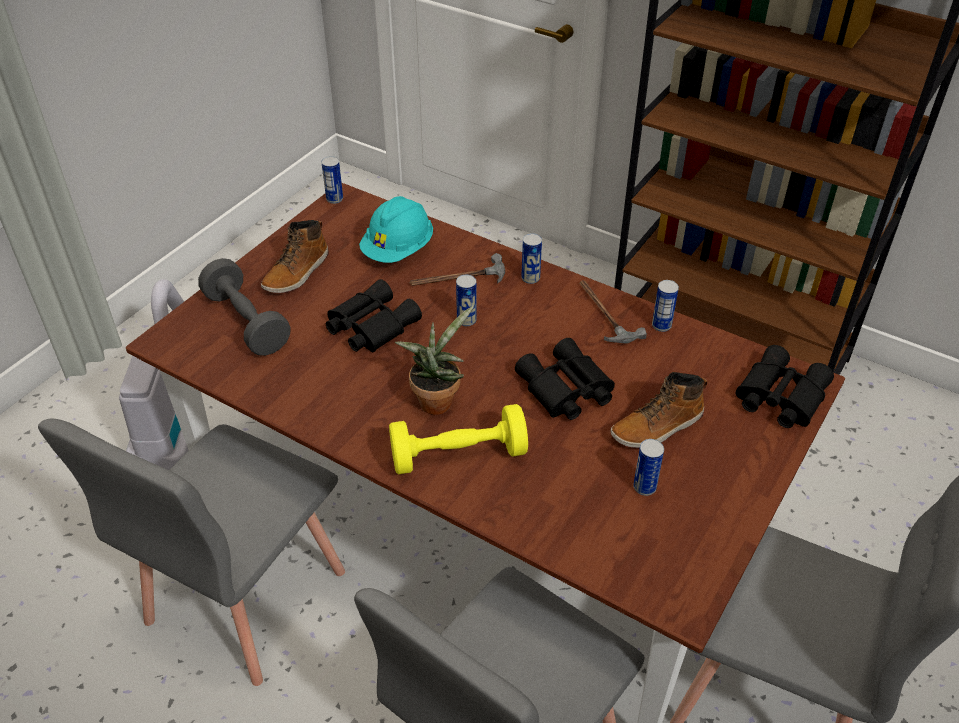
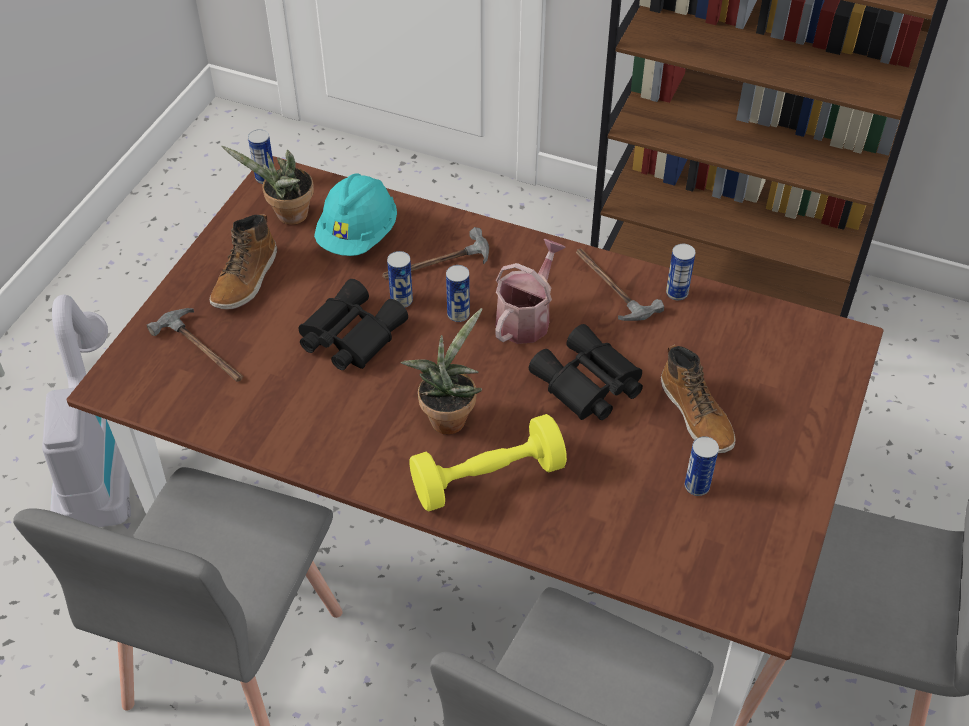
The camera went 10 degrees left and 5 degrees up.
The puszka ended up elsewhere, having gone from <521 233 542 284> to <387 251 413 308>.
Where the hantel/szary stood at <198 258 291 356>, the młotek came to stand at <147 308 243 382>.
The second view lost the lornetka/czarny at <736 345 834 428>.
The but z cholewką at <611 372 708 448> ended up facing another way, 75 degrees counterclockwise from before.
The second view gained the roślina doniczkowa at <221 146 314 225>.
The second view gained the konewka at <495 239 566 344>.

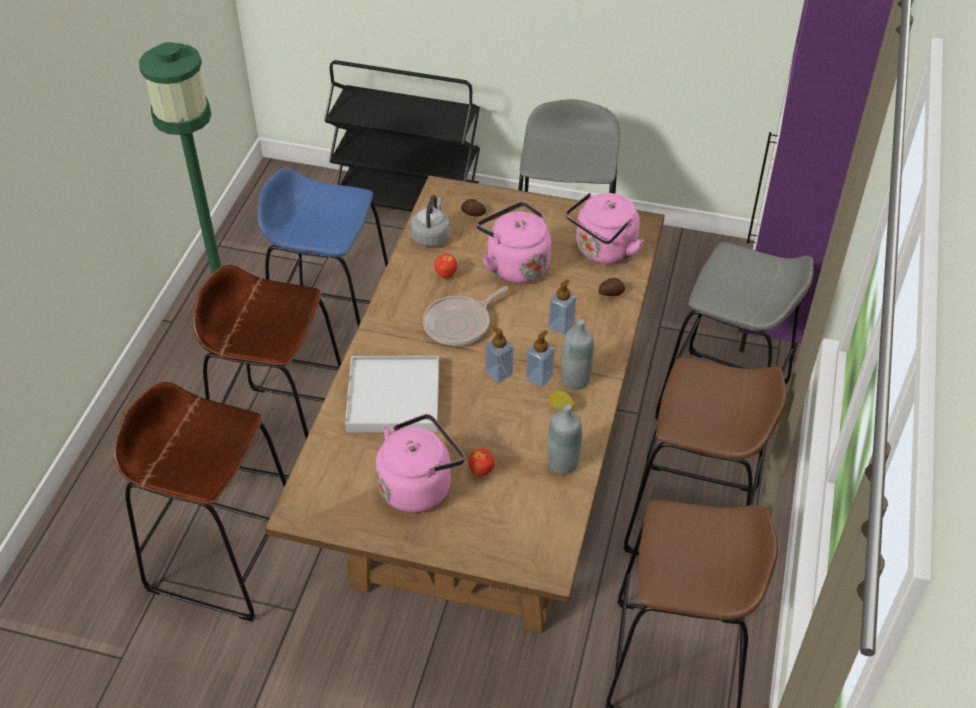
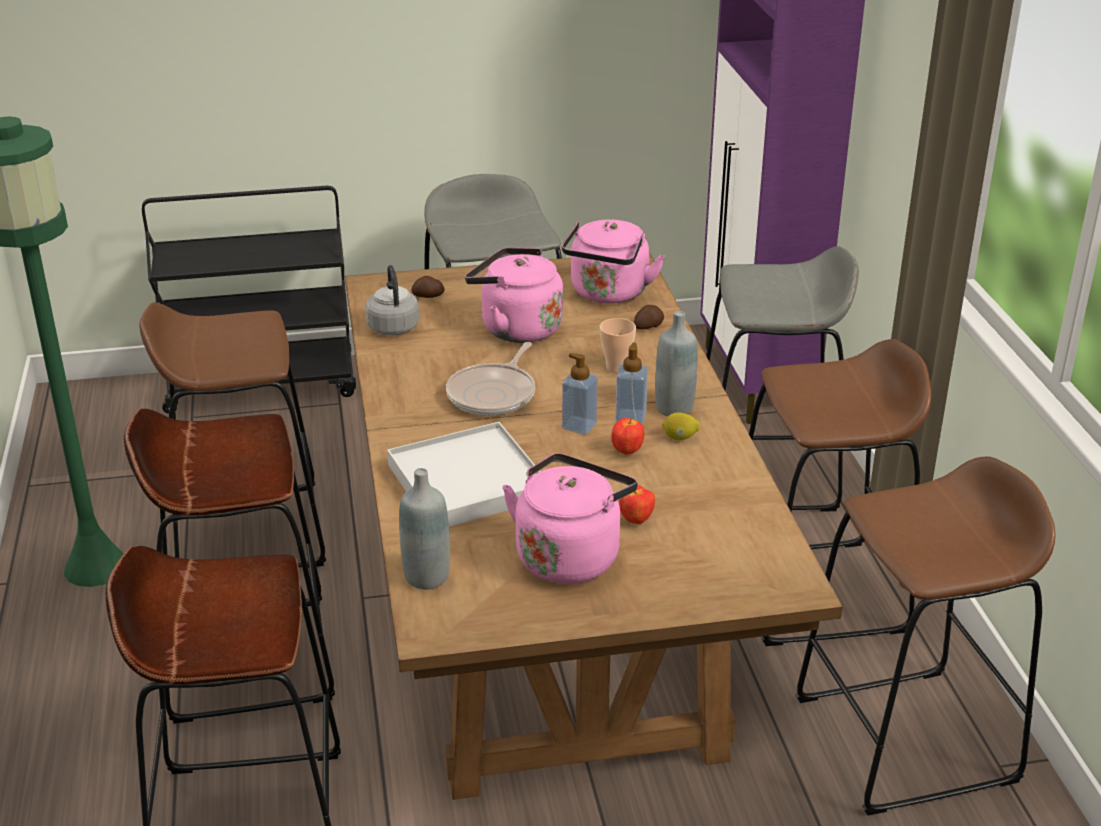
The camera went 25 degrees left and 15 degrees down.
What was the stołek/niebieski at <257 167 388 370> turned into the stołek/brązowy at <139 302 326 568>.
The jabłko ended up elsewhere, having gone from <434 254 457 278> to <611 418 644 455>.
Where the dozownik mydła stood at <548 279 576 335>, the filiżanka came to stand at <600 318 636 372>.
The butelka/szary ended up elsewhere, having gone from <547 403 582 475> to <399 468 450 590>.

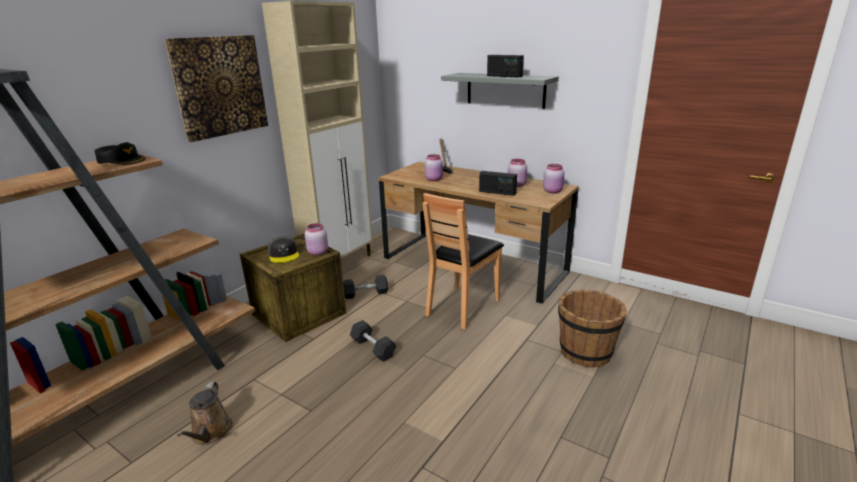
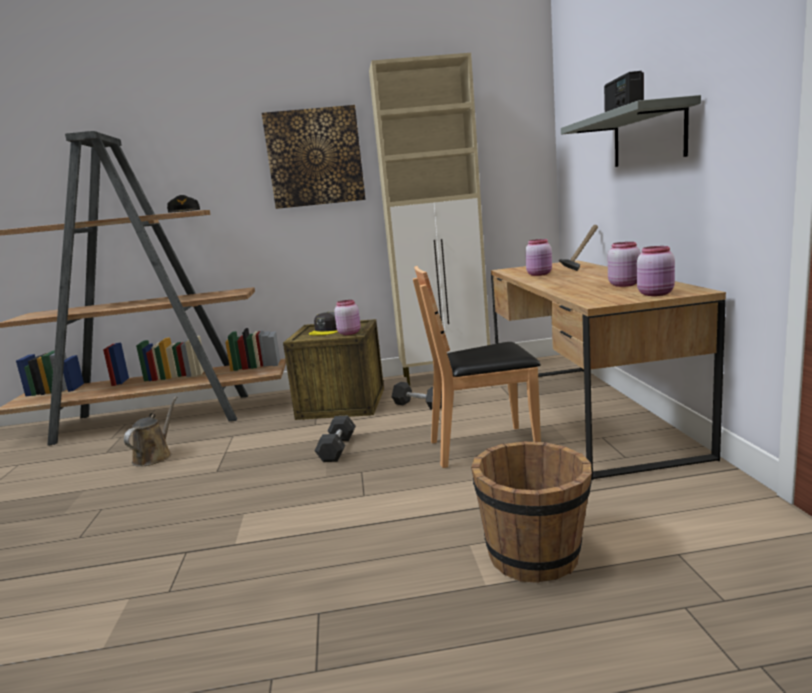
The camera went 50 degrees right and 10 degrees down.
The second view lost the radio at <479 171 517 196>.
The konewka/brązowy at <177 382 233 445> ended up facing another way, 150 degrees clockwise from before.

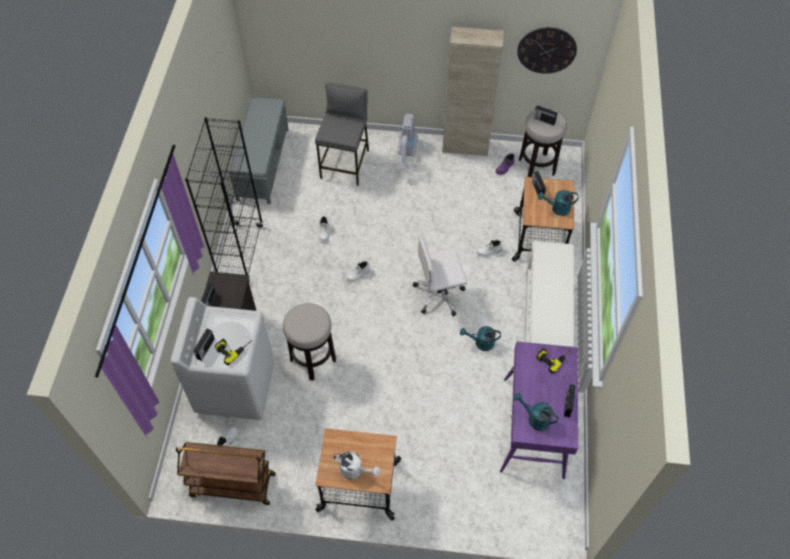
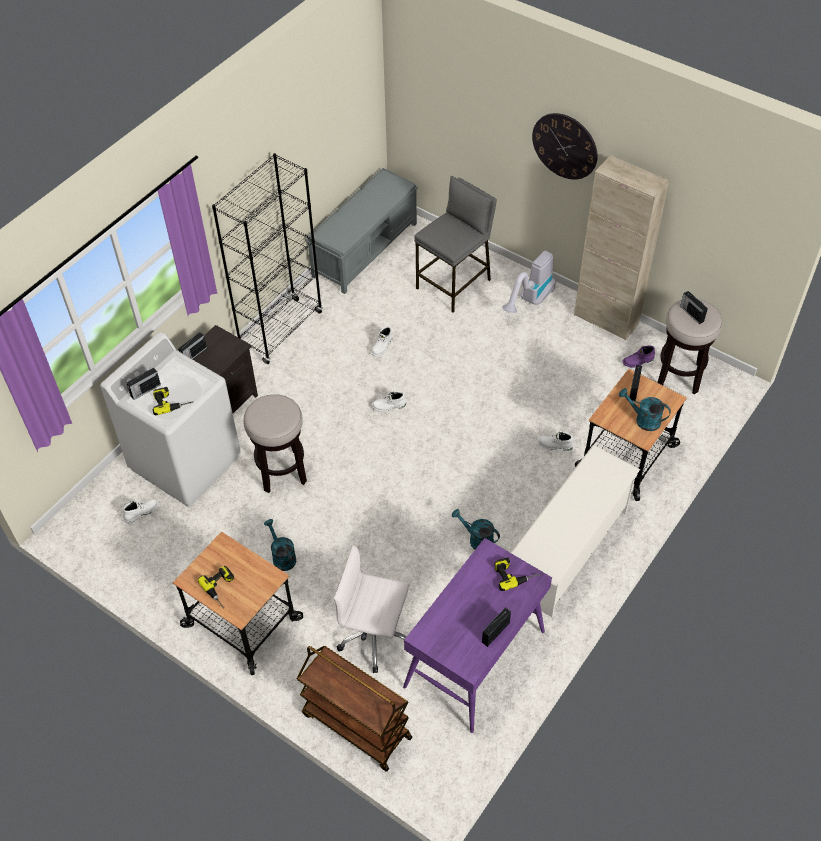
The camera went 30 degrees right and 5 degrees down.
The zegar ścienny ended up elsewhere, having gone from <517 27 577 74> to <532 113 598 180>.
The krzesło biurowe/biały ended up elsewhere, having gone from <413 235 467 316> to <334 545 409 673>.
The konewka/turkusowy ended up elsewhere, having gone from <514 393 559 431> to <264 519 296 571>.
The wózek/brązowy ended up elsewhere, having gone from <176 442 276 505> to <297 646 412 772>.
Where the konewka/biały stood at <334 451 380 479>, the wiertarka came to stand at <198 566 234 608>.

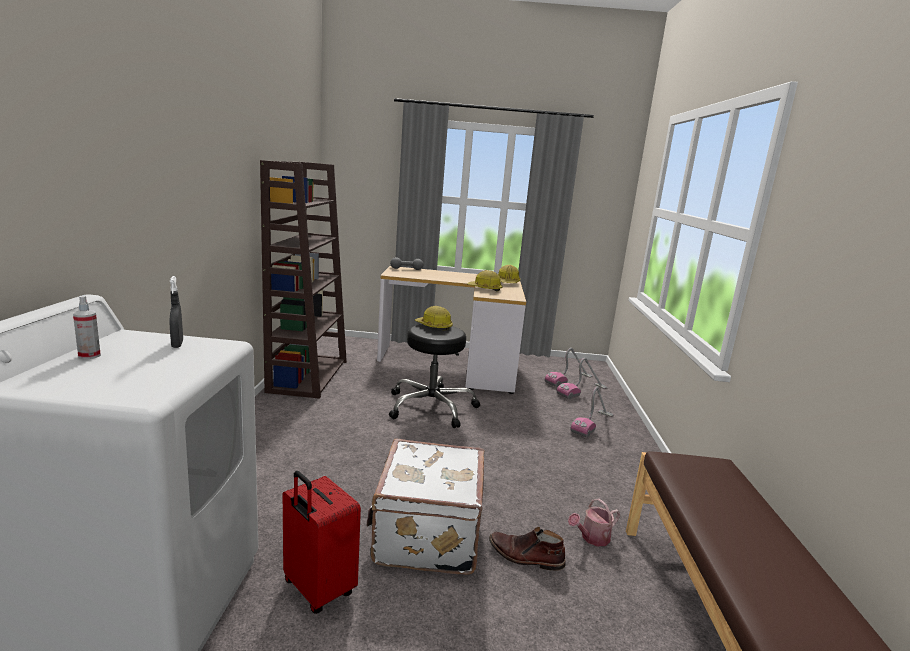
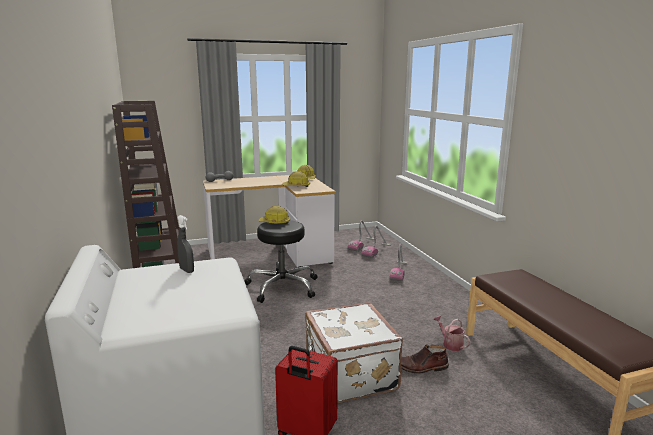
The camera went 20 degrees left and 0 degrees up.
The second view lost the spryskiwacz at <73 295 101 359>.
The konewka at <568 499 620 547> ended up facing another way, 105 degrees clockwise from before.

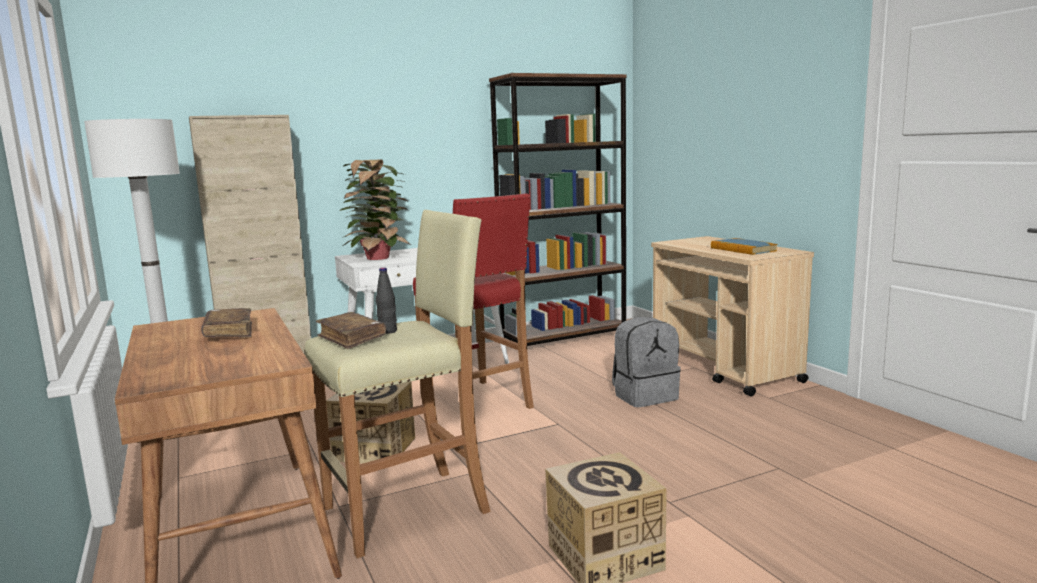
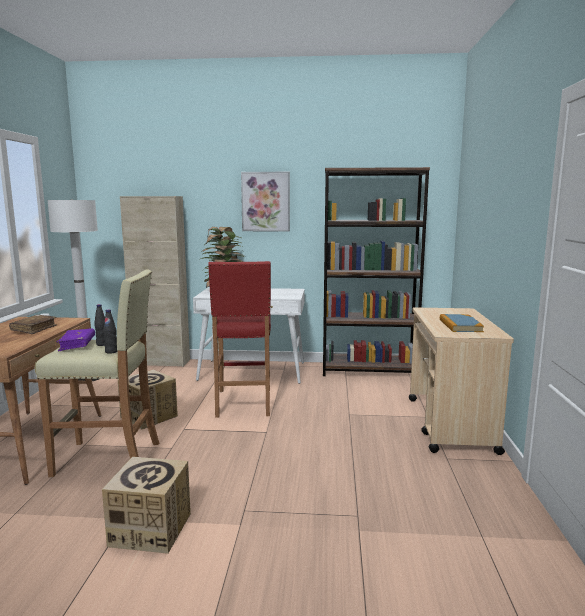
The camera went 30 degrees right and 0 degrees up.
What was the książka/brązowy at <316 312 386 349> turned into the książka/fioletowy at <56 329 95 351>.
The second view lost the plecak/szary at <612 317 681 407>.
The second view gained the obraz at <241 172 290 232>.
The second view gained the butelka/czarny at <103 310 118 353>.

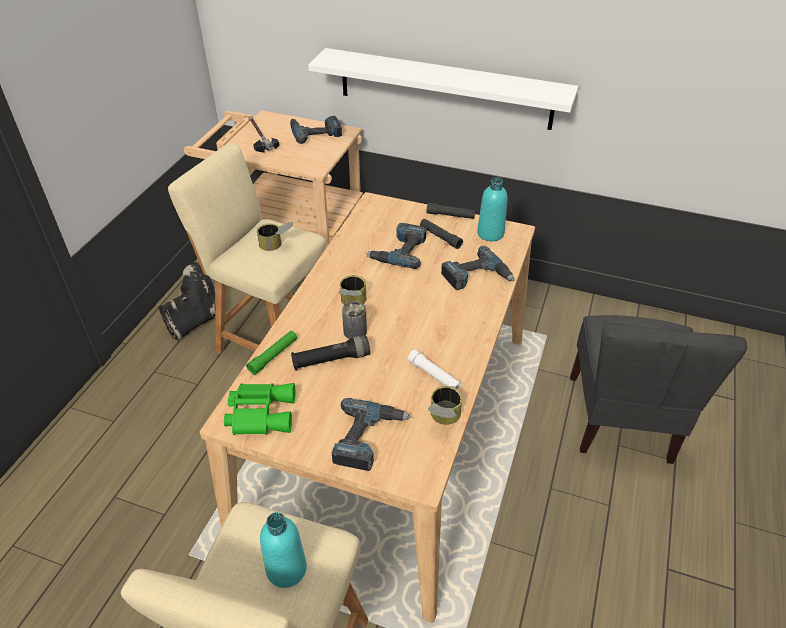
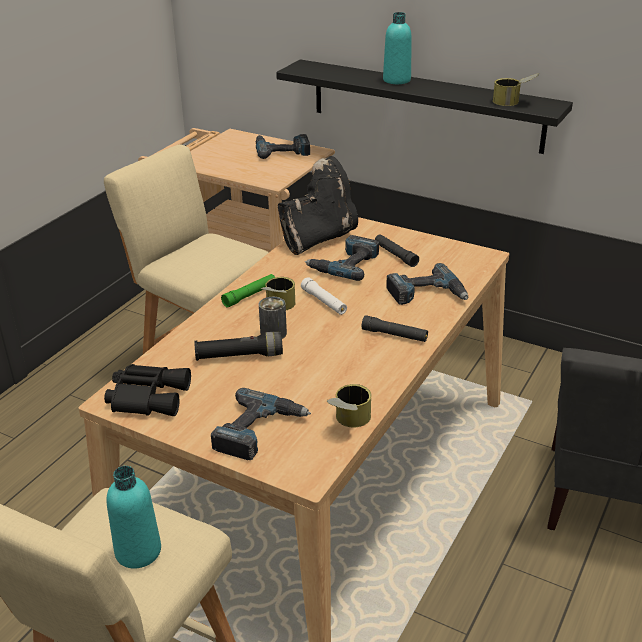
The camera went 10 degrees right and 10 degrees down.
What was the półka/biały at <308 48 579 130> turned into the półka/czarny at <276 59 573 154>.
The second view lost the młotek at <248 116 280 153>.
The butelka/turkusowy ended up elsewhere, having gone from <477 177 508 241> to <383 12 412 84>.
The latarka/czarny ended up elsewhere, having gone from <426 203 475 219> to <362 315 428 342>.
The puszka ended up elsewhere, having gone from <257 222 293 251> to <493 73 539 106>.
The but z cholewką/czarny ended up elsewhere, having gone from <159 262 216 341> to <278 156 358 255>.
The latarka/zielony ended up elsewhere, having gone from <246 331 297 375> to <221 274 275 308>.
The latarka/biały ended up elsewhere, having gone from <408 350 461 390> to <301 277 347 315>.
What was the lornetka/zielony at <224 383 295 435> turned into the lornetka/czarny at <104 364 191 416>.

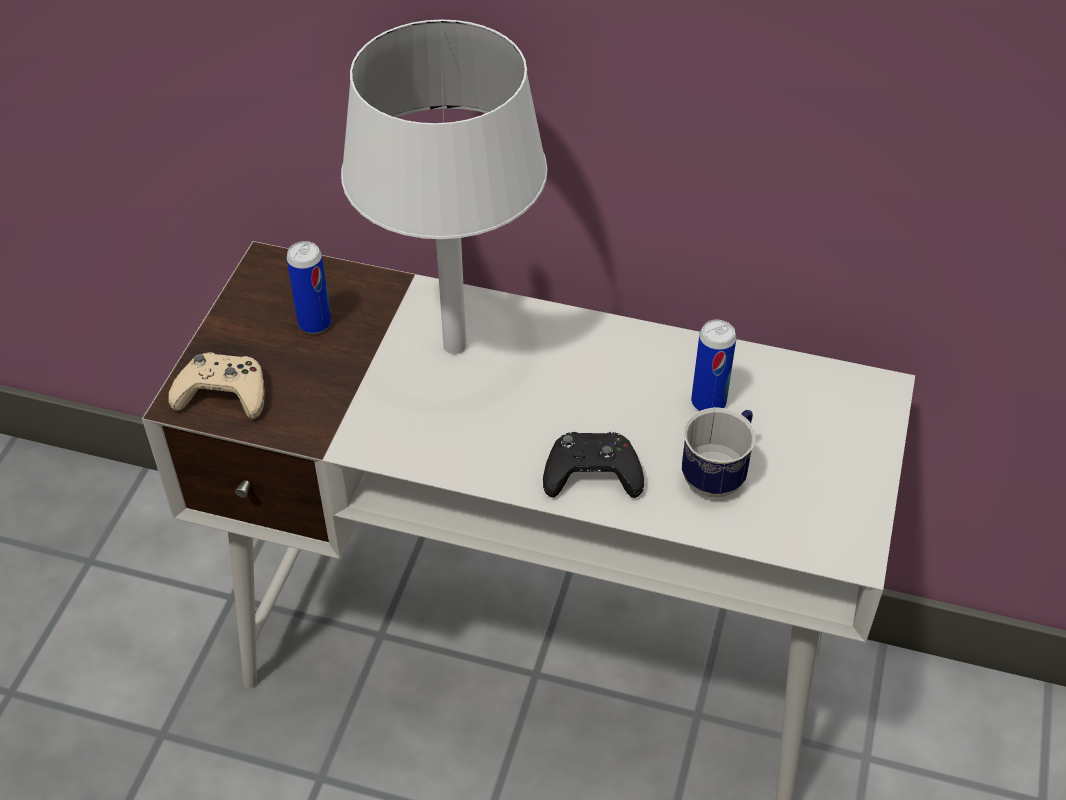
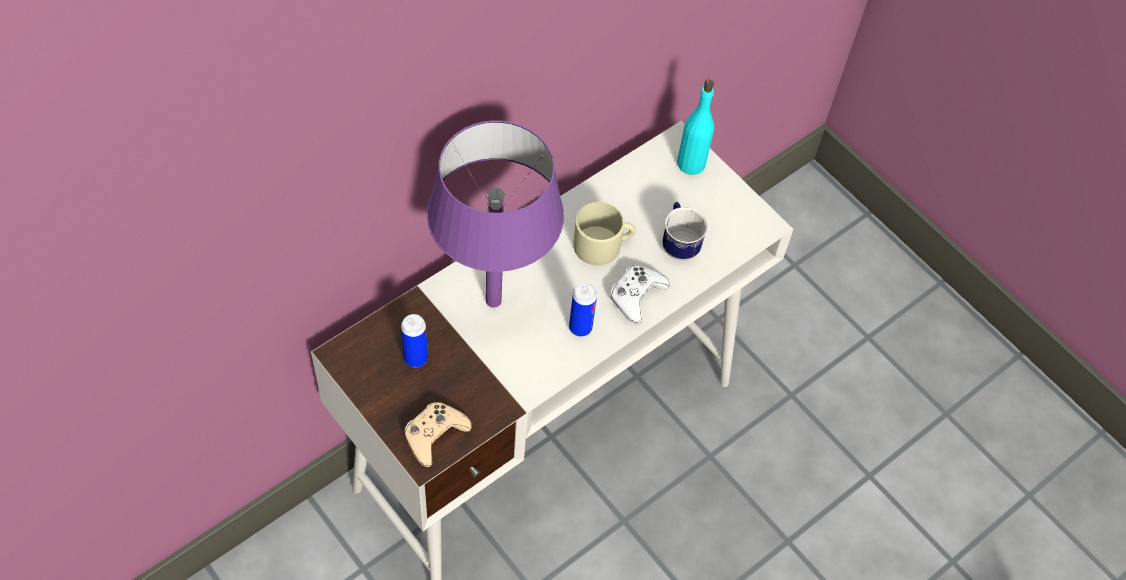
The camera went 60 degrees left and 10 degrees up.
What was the lampa stołowa/biały at <341 19 548 354> turned into the lampa stołowa/fioletowy at <427 121 564 308>.
The puszka ended up elsewhere, having gone from <691 320 737 411> to <569 283 597 337>.
What was the pad do gier/czarny at <543 432 644 498> turned into the pad do gier/biały at <610 266 670 324>.
The second view gained the butelka/turkusowy at <677 79 714 175>.
The second view gained the kubek/beżowy at <573 202 636 266>.

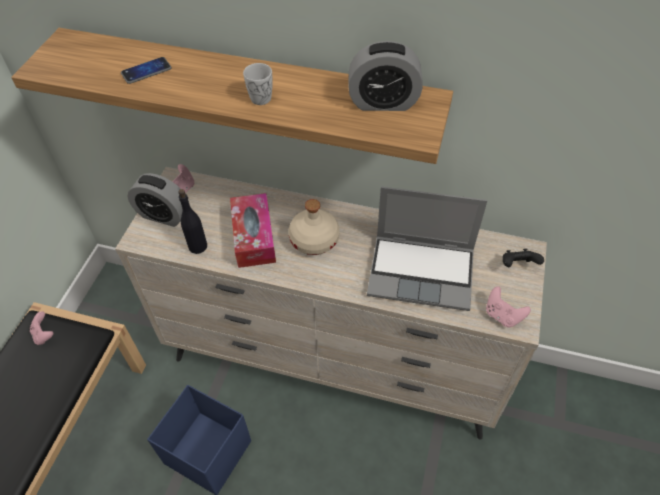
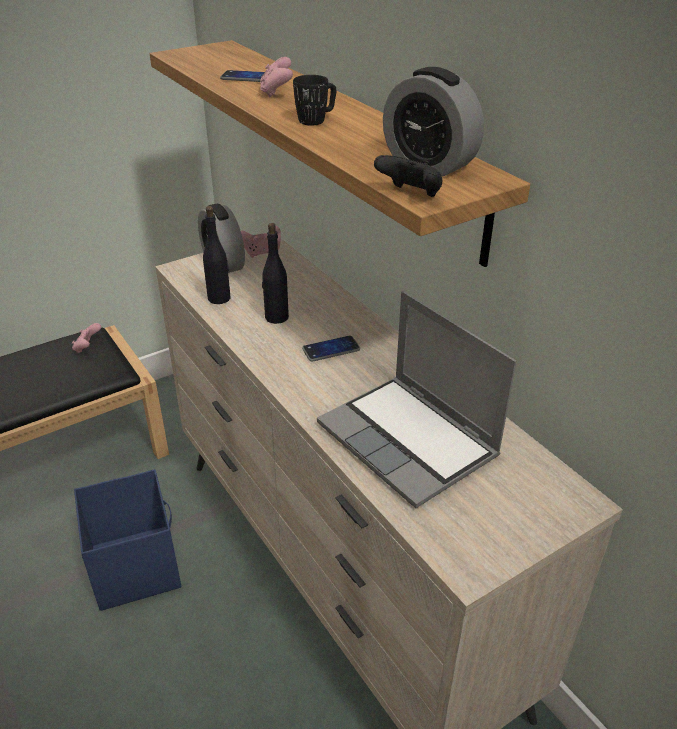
The camera went 40 degrees right and 15 degrees down.
What was the kubek/biały at <243 63 273 105> turned into the kubek/czarny at <293 75 336 126>.
Where the pudełko chusteczek stood at <230 193 276 268>, the butelka/czarny came to stand at <262 223 289 324>.
Where the butelka/beżowy stood at <288 199 340 255>, the telefon came to stand at <302 336 360 362>.
The pad do gier/czarny ended up elsewhere, having gone from <502 249 544 267> to <374 155 442 197>.
The pad do gier/różowy ended up elsewhere, having gone from <486 286 531 328> to <260 57 293 97>.

